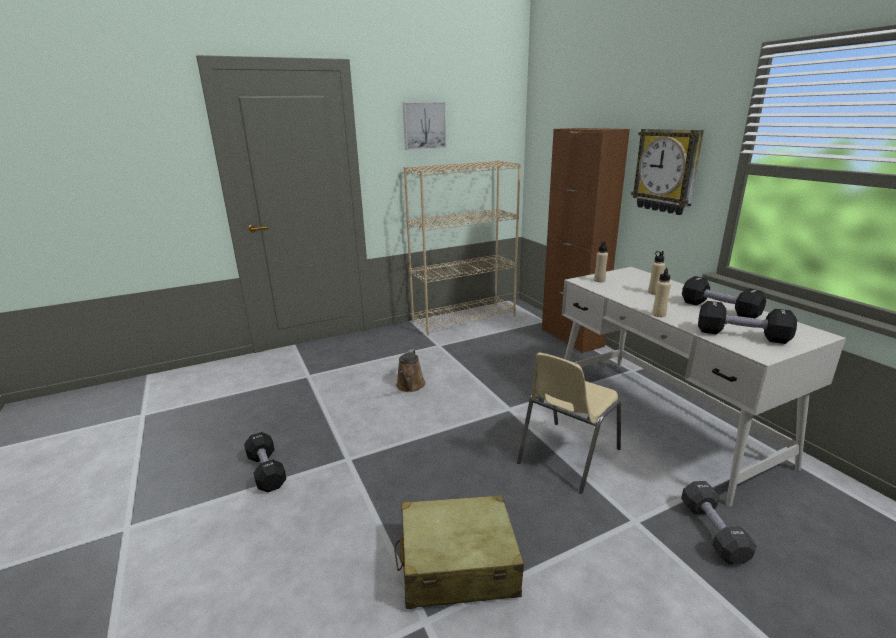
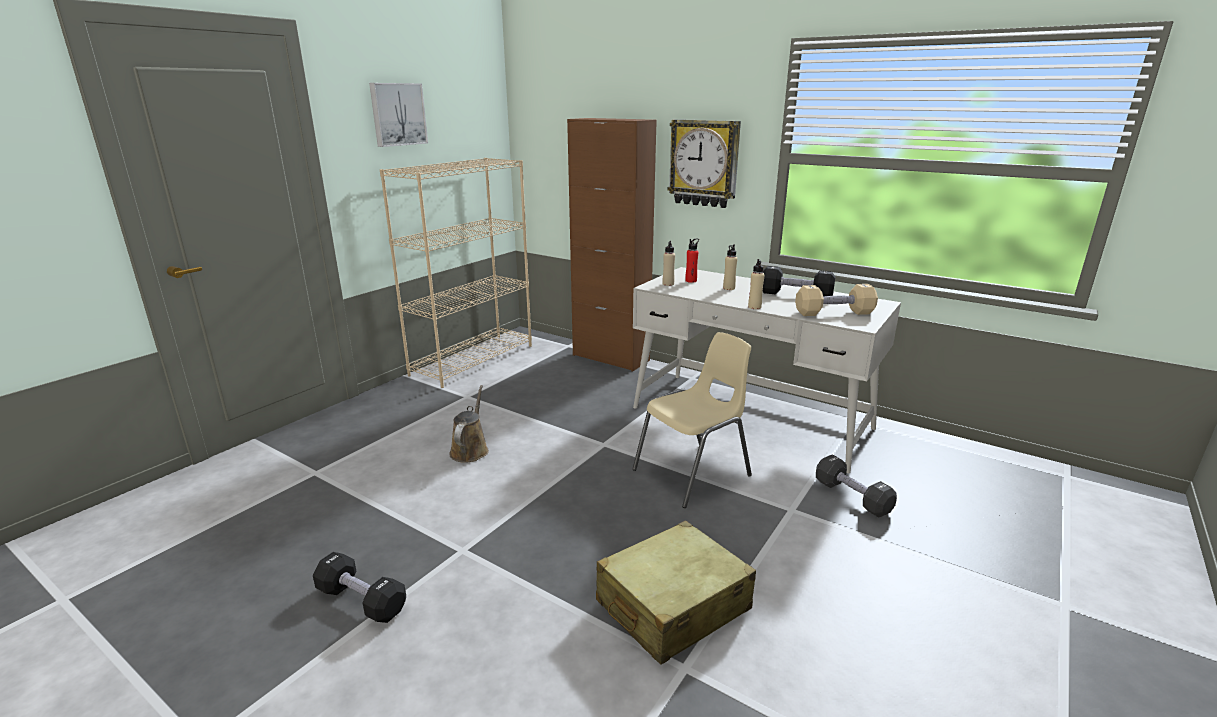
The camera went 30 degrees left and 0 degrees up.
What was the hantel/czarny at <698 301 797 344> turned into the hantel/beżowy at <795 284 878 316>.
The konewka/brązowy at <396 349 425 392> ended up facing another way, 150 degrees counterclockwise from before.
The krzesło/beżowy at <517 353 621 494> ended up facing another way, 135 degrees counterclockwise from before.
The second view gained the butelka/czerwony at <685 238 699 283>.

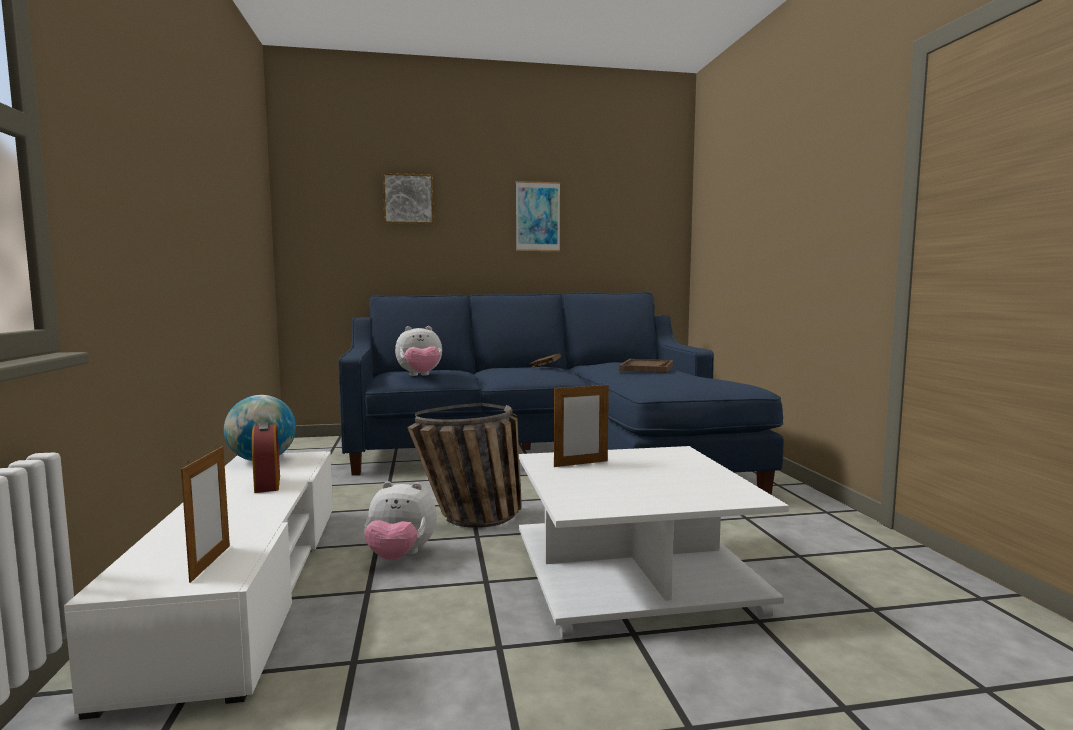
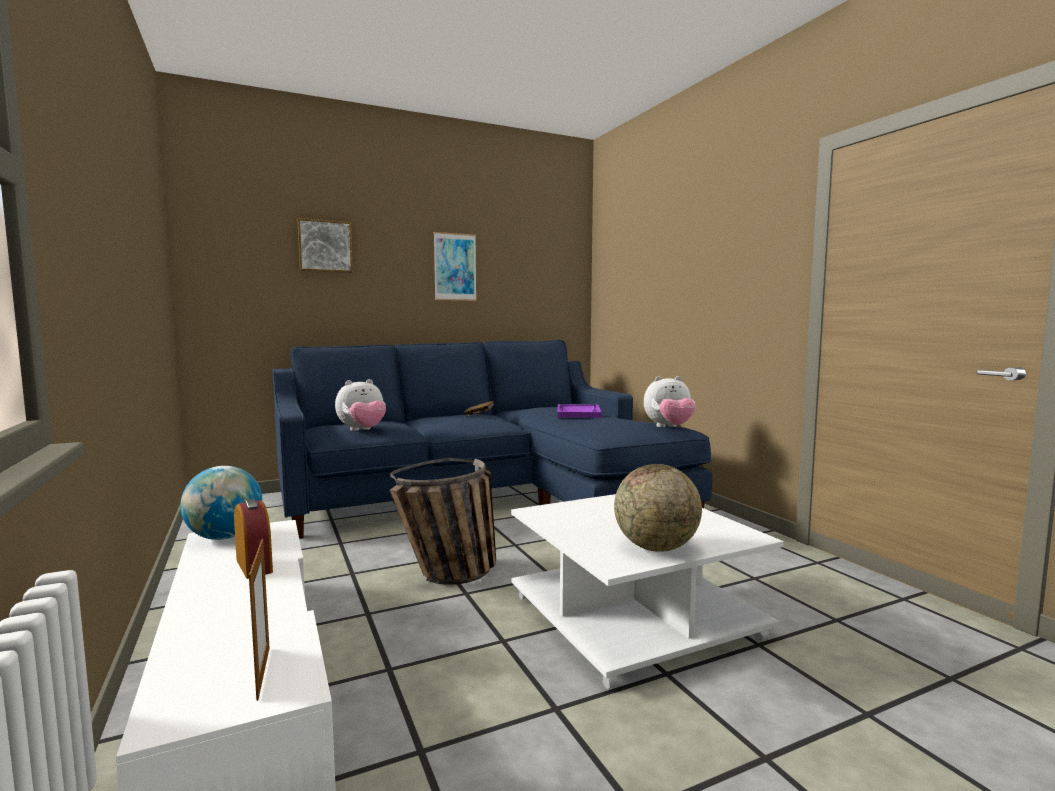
The camera went 15 degrees left and 0 degrees up.
What was the taca/brązowy at <619 359 673 373> turned into the taca/fioletowy at <558 404 602 418>.
The second view lost the ramka na zdjęcie at <554 385 609 467>.
The pluszak ended up elsewhere, having gone from <364 481 437 560> to <644 376 696 427>.
The second view gained the globus at <614 464 702 552>.

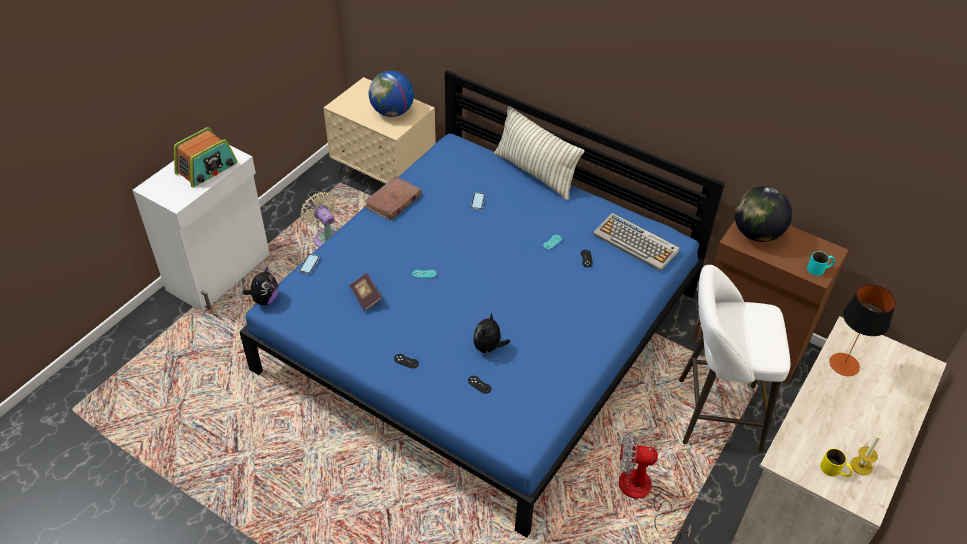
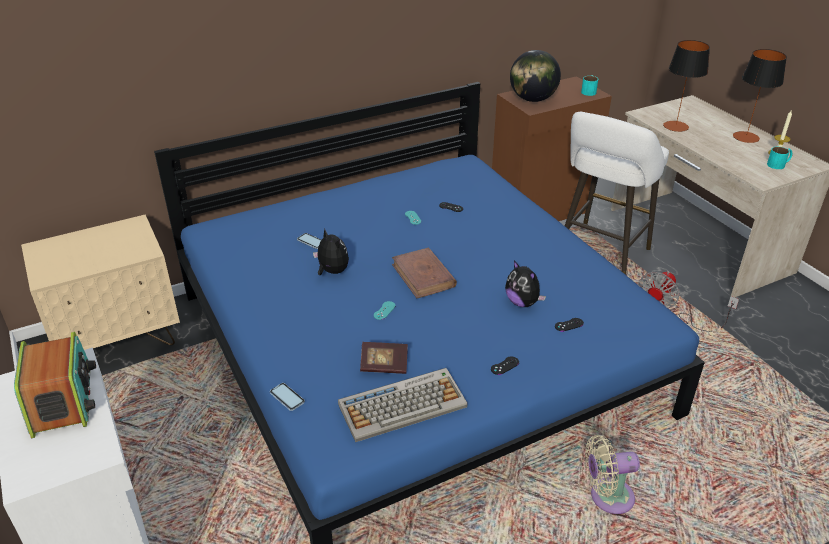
The camera went 60 degrees left and 10 degrees down.
The second view lost the globus at <369 71 414 117>.
The second view lost the poduszka at <494 106 584 200>.
The książka/brązowy ended up elsewhere, having gone from <364 176 422 221> to <392 248 457 298>.
The wentylator/beżowy ended up elsewhere, having gone from <301 192 337 248> to <585 435 640 514>.
The klawiatura ended up elsewhere, having gone from <593 213 680 271> to <338 368 468 442>.
The pluszak ended up elsewhere, having gone from <243 266 278 305> to <313 229 349 275>.
What was the kubek/żółty at <820 448 853 477> turned into the kubek/turkusowy at <767 147 792 169>.
The second view gained the lampa stołowa at <733 49 787 143>.

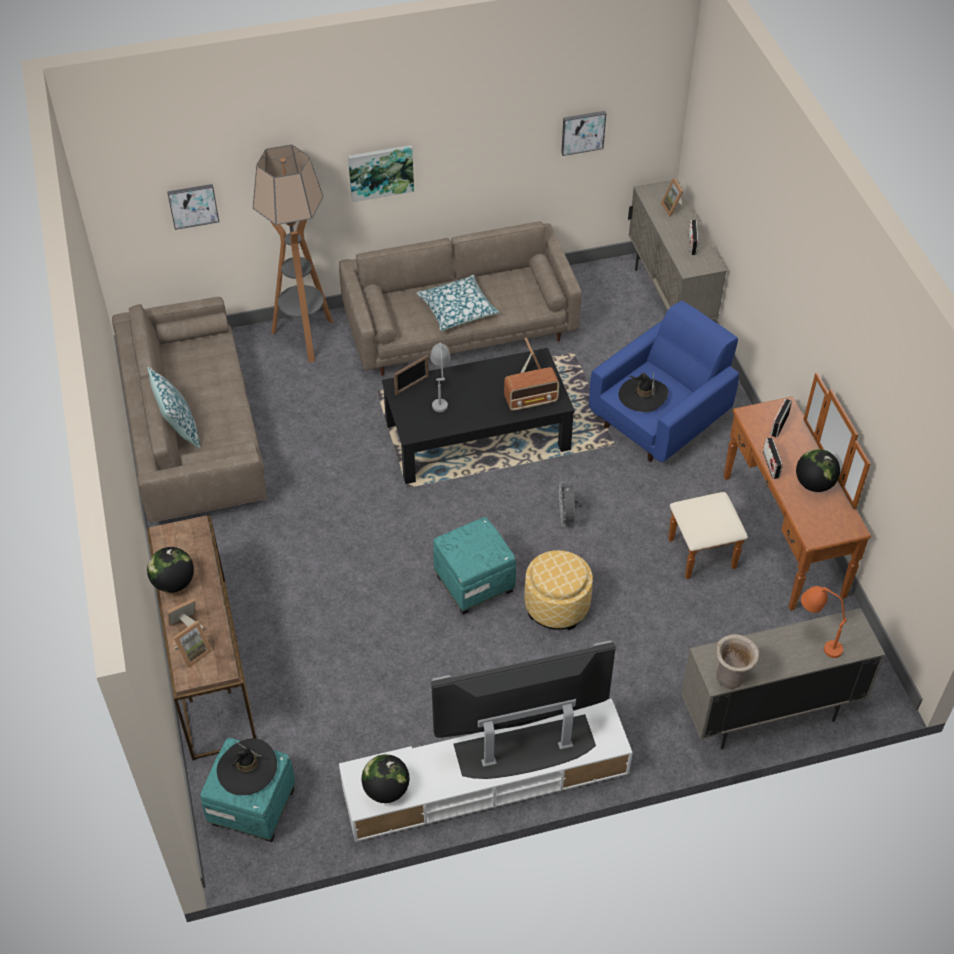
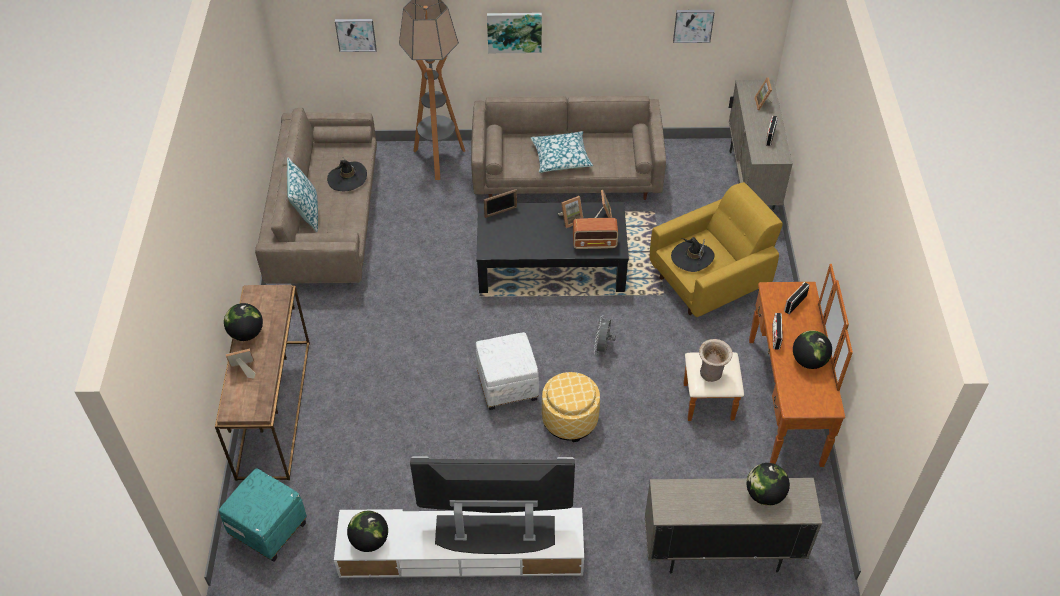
The camera went 15 degrees right and 0 degrees up.
What was the fotel/niebieski at <589 301 739 462> turned into the fotel/żółty at <650 182 783 317>.
The second view lost the lampa stołowa/szary at <430 343 450 412>.
What was the pufa/turkusowy at <433 517 516 615> turned into the pufa/biały at <476 332 539 410>.
Where the lampa stołowa/pomarańczowy stood at <801 586 847 658>, the globus came to stand at <747 463 790 506>.
The ramka na zdjęcie ended up elsewhere, having gone from <173 621 212 668> to <558 196 583 228>.
The wazon/beżowy ended up elsewhere, having gone from <716 634 759 689> to <699 339 733 382>.
The kapelusz/czarny ended up elsewhere, having gone from <217 738 277 795> to <327 158 367 191>.

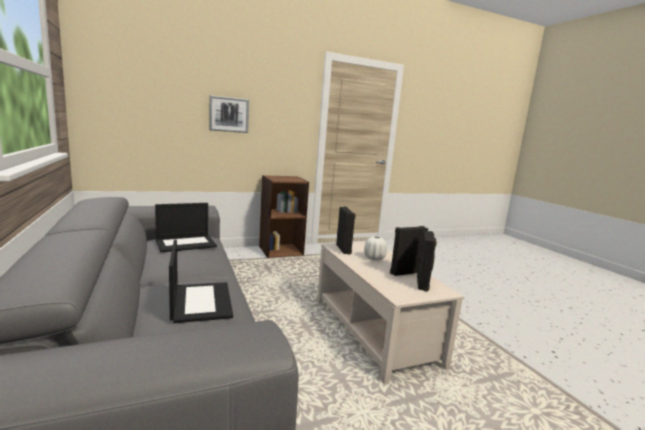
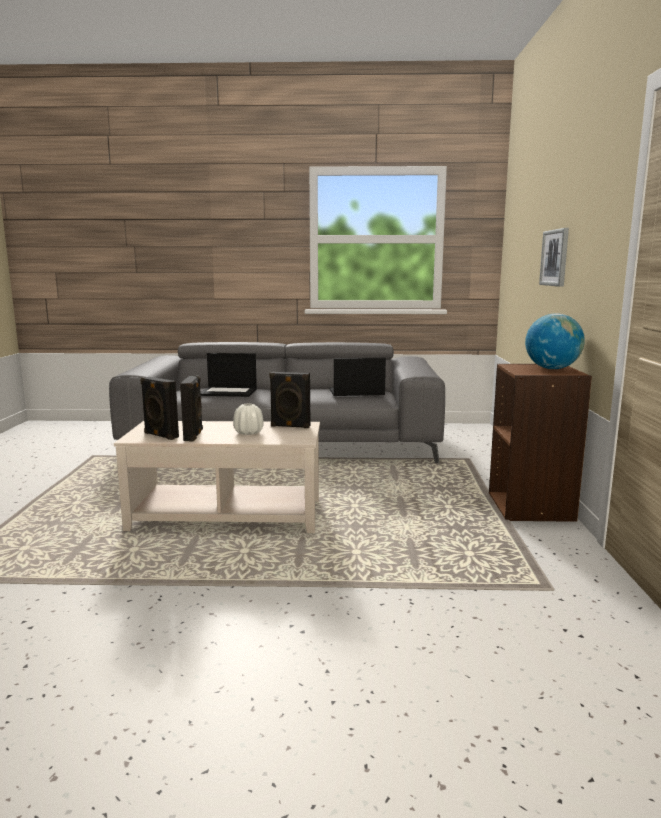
The camera went 115 degrees right and 0 degrees up.
The laptop at <155 203 217 252> ended up facing another way, 90 degrees clockwise from before.
The second view gained the globus at <525 313 585 369>.

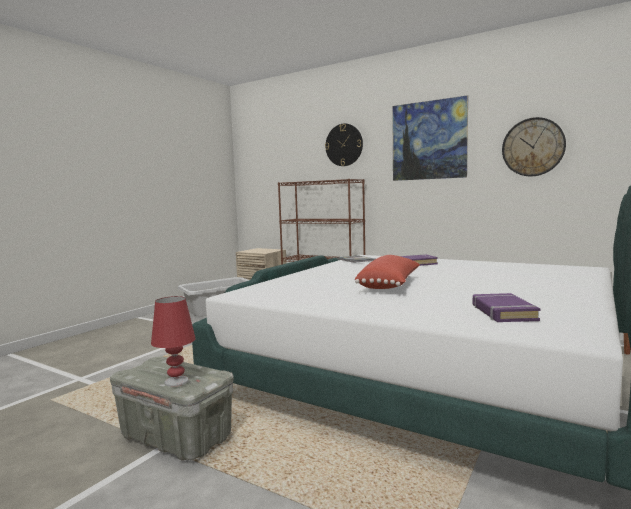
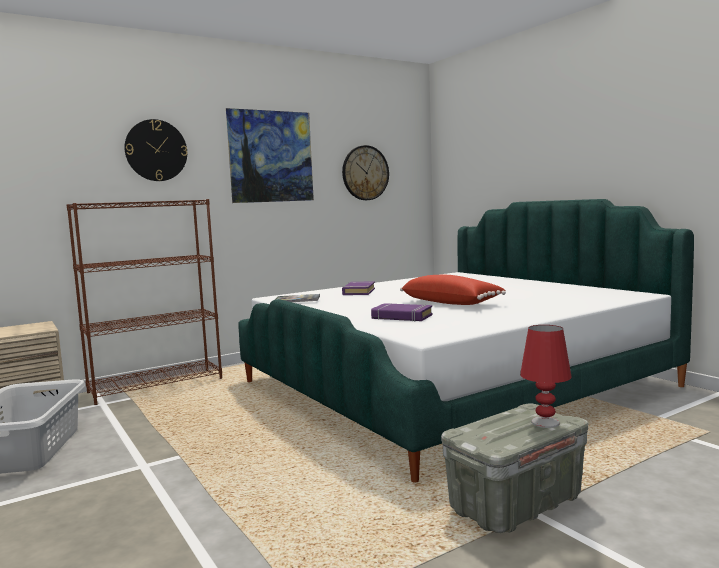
The camera went 65 degrees left and 0 degrees up.
The książka/fioletowy ended up elsewhere, having gone from <473 293 540 322> to <371 303 433 322>.

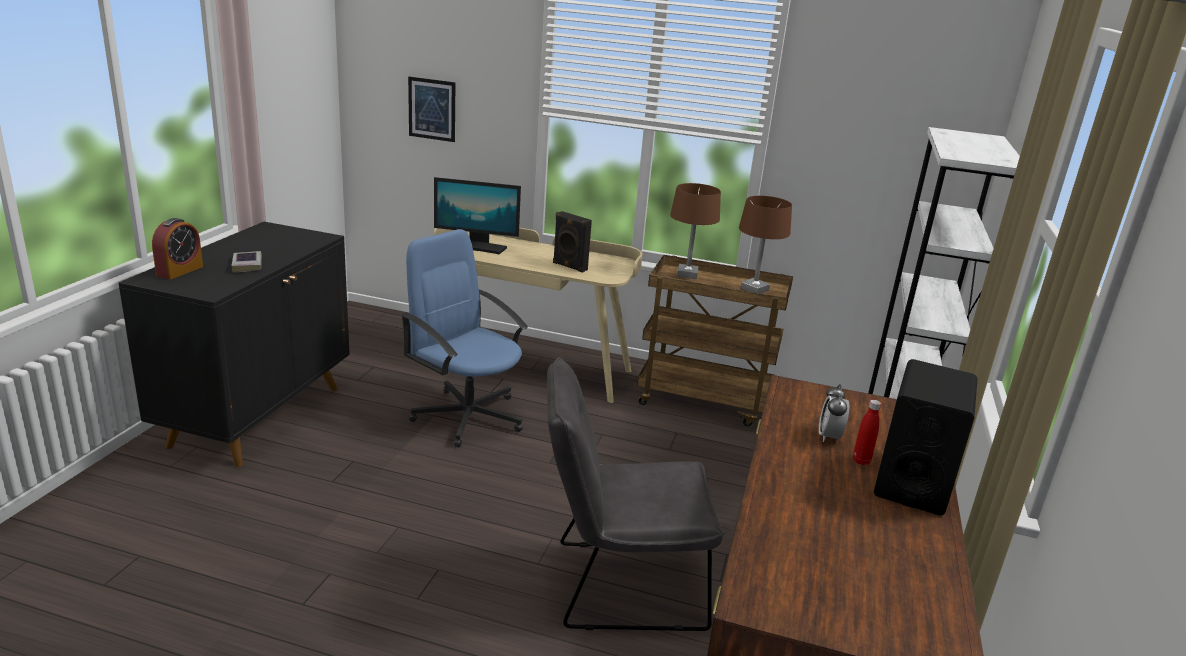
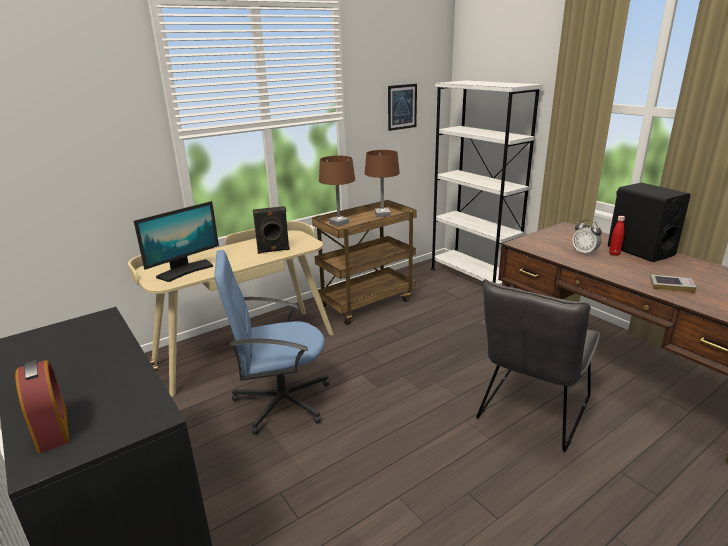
The camera went 50 degrees left and 0 degrees up.
The obraz ended up elsewhere, having gone from <408 77 455 142> to <388 84 417 131>.
The książka ended up elsewhere, having gone from <231 251 262 272> to <650 274 697 293>.

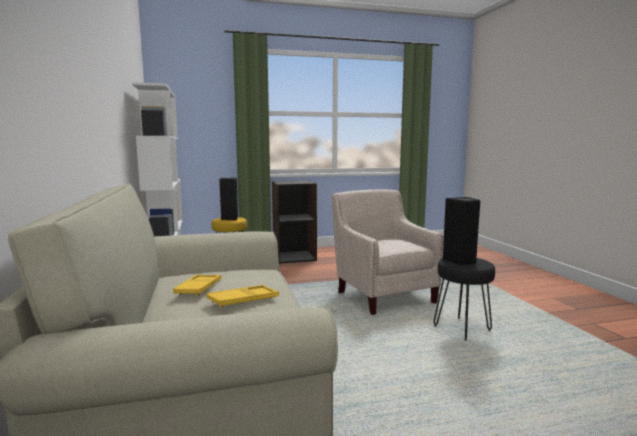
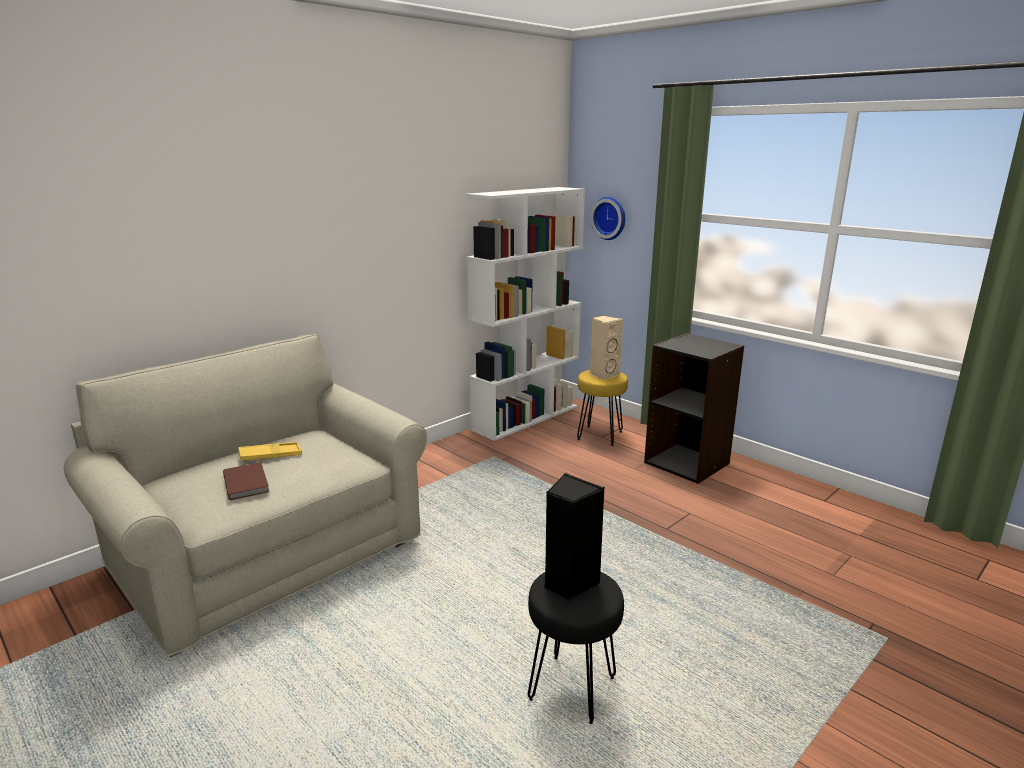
The camera went 60 degrees right and 10 degrees up.
What was the głośnik/czarny at <219 178 238 220> turned into the głośnik/beżowy at <590 315 623 381>.
The second view lost the fotel/beżowy at <332 189 444 315>.
Where the taca/żółty stood at <207 285 279 308>, the książka/brązowy came to stand at <223 462 269 500>.
The second view gained the zegar ścienny at <591 197 625 240>.

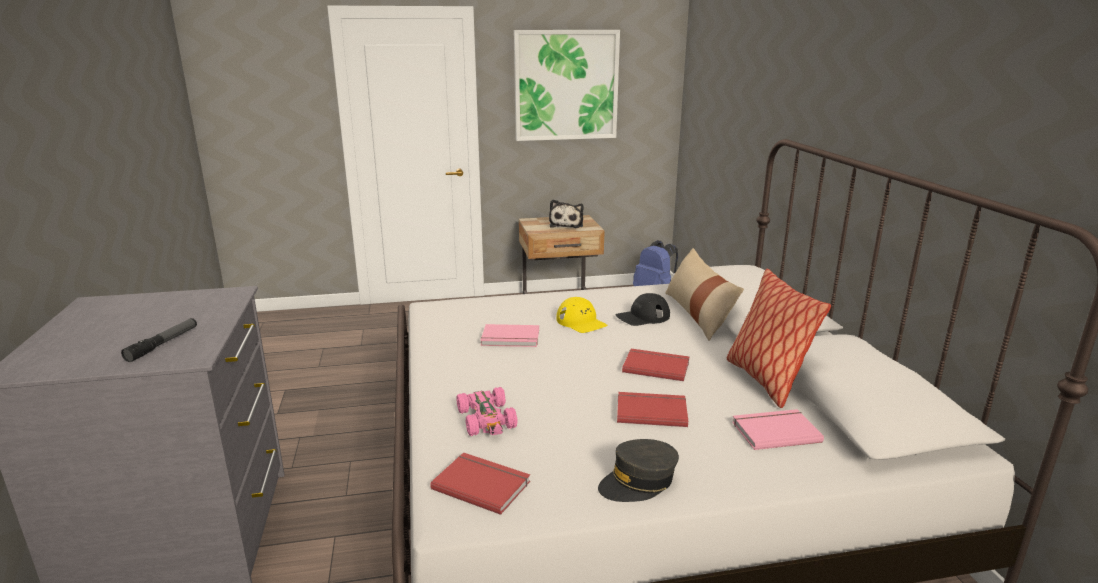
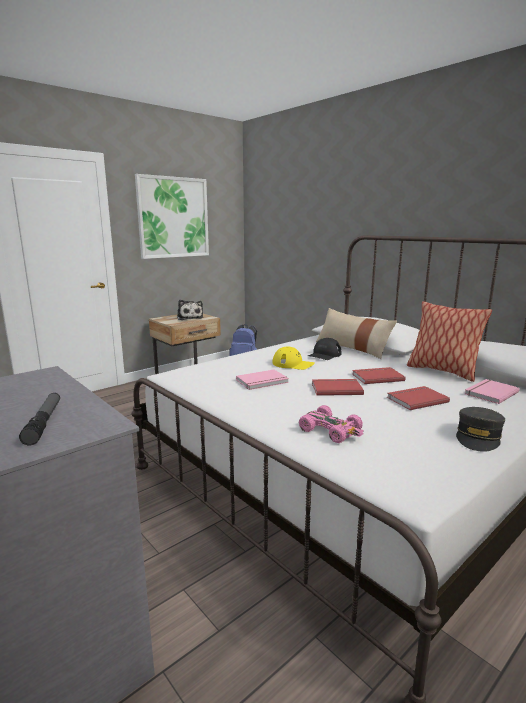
The camera went 30 degrees left and 5 degrees down.
The książka/czerwony ended up elsewhere, having gone from <430 452 530 515> to <312 379 364 396>.

